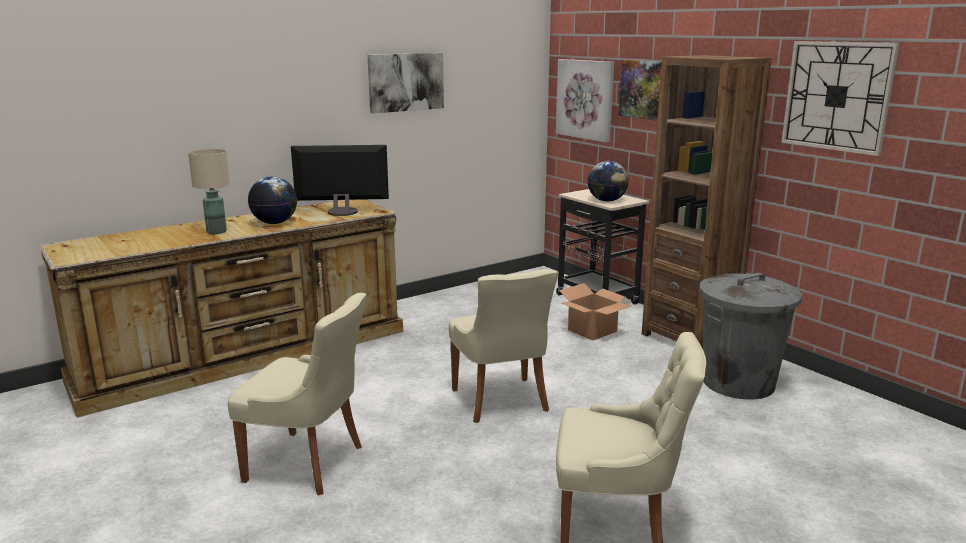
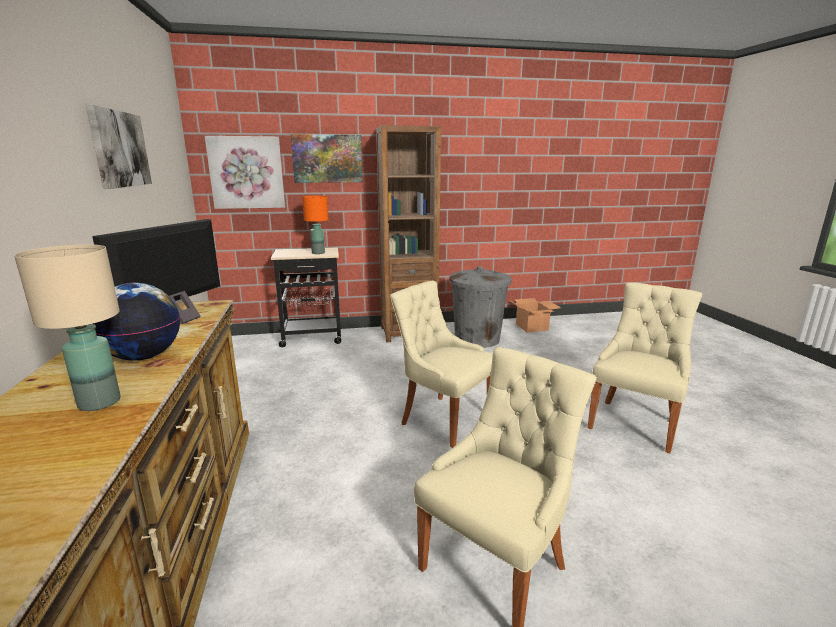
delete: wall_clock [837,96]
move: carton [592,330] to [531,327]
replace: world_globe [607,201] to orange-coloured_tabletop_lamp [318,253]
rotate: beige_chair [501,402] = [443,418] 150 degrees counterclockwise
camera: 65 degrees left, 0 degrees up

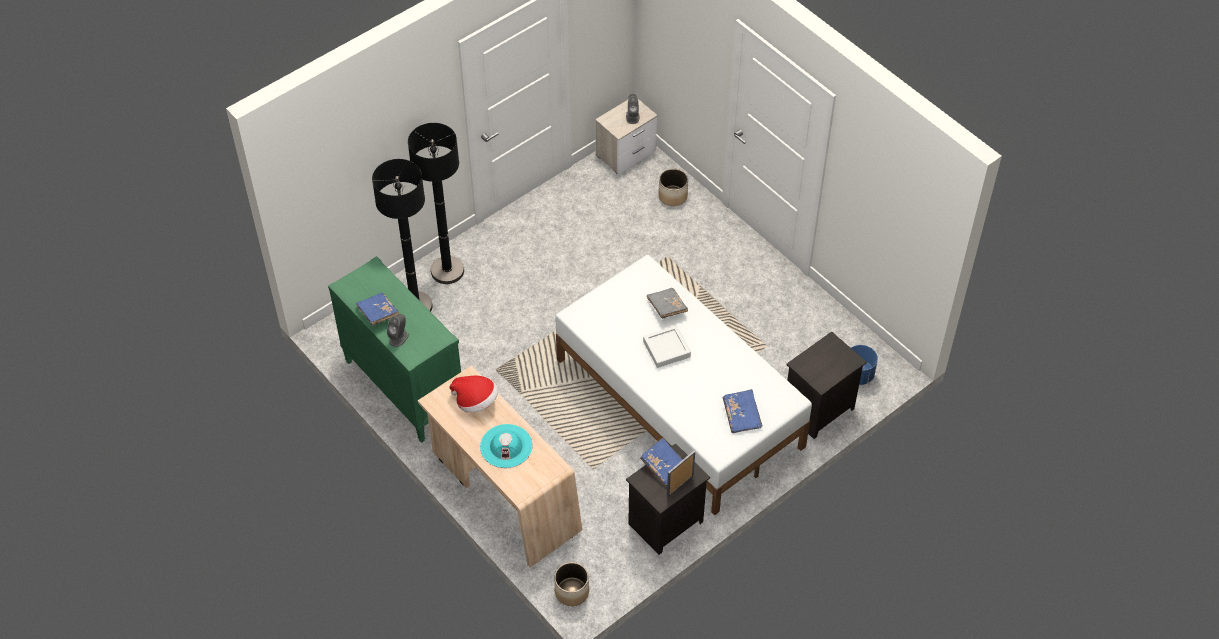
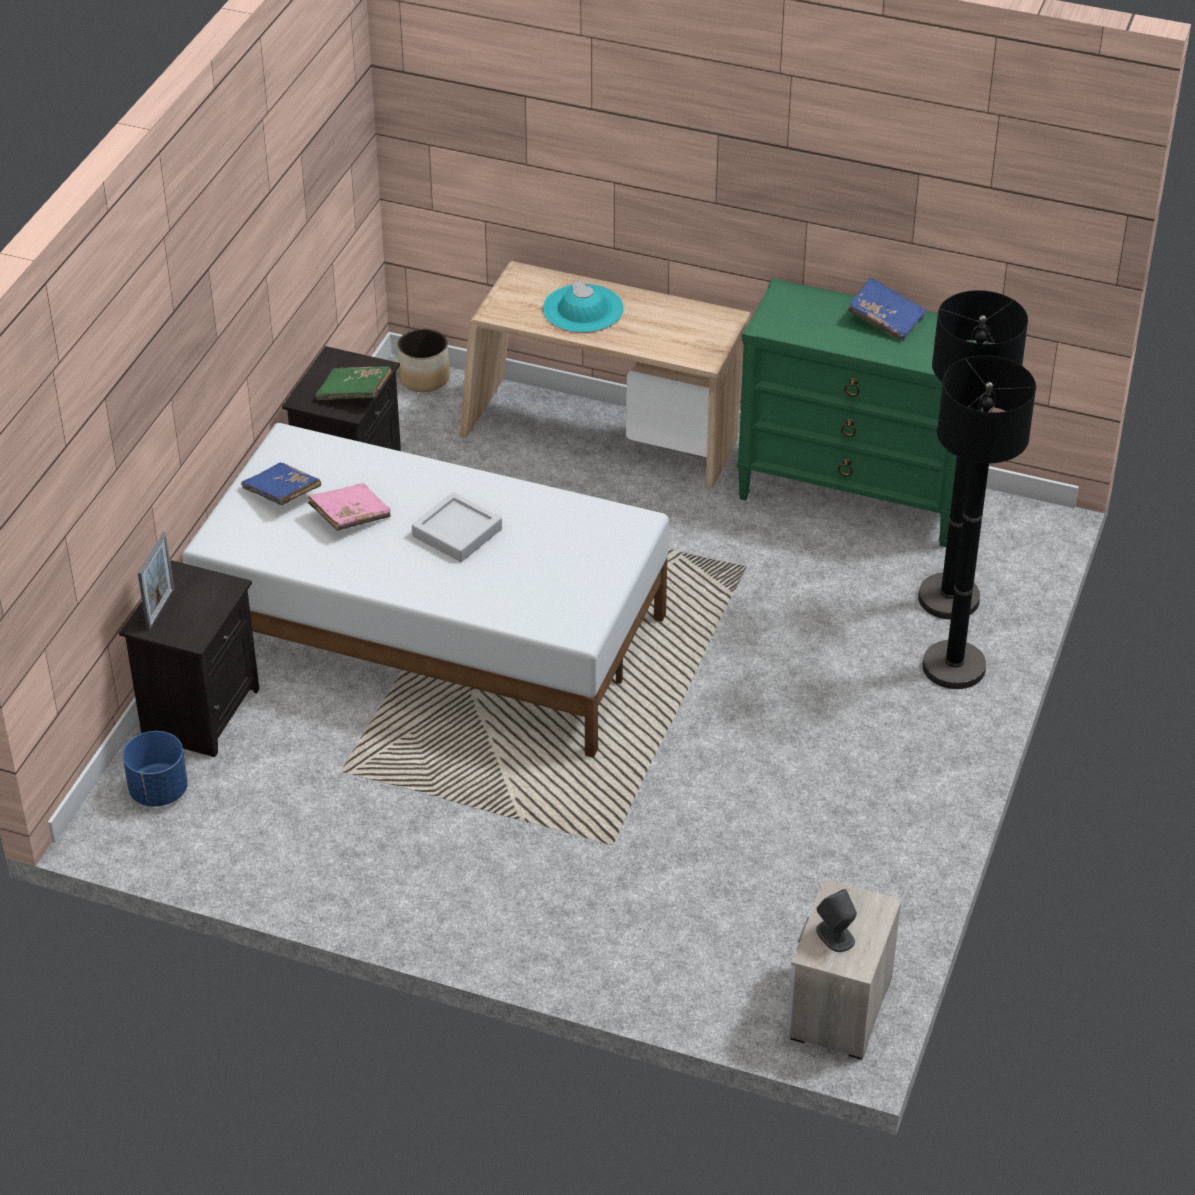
delete: flower_pot [673,196]; gray_volume [666,307]; gray_audio_speaker [399,337]; hat [476,401]
insert: pink-coloured_volume [350,516]
move: picture_frame [680,485] to [160,609]
recolor: blue-coloured_volume [664,466] to green_volume [354,393]
camera: 150 degrees right, 10 degrees down

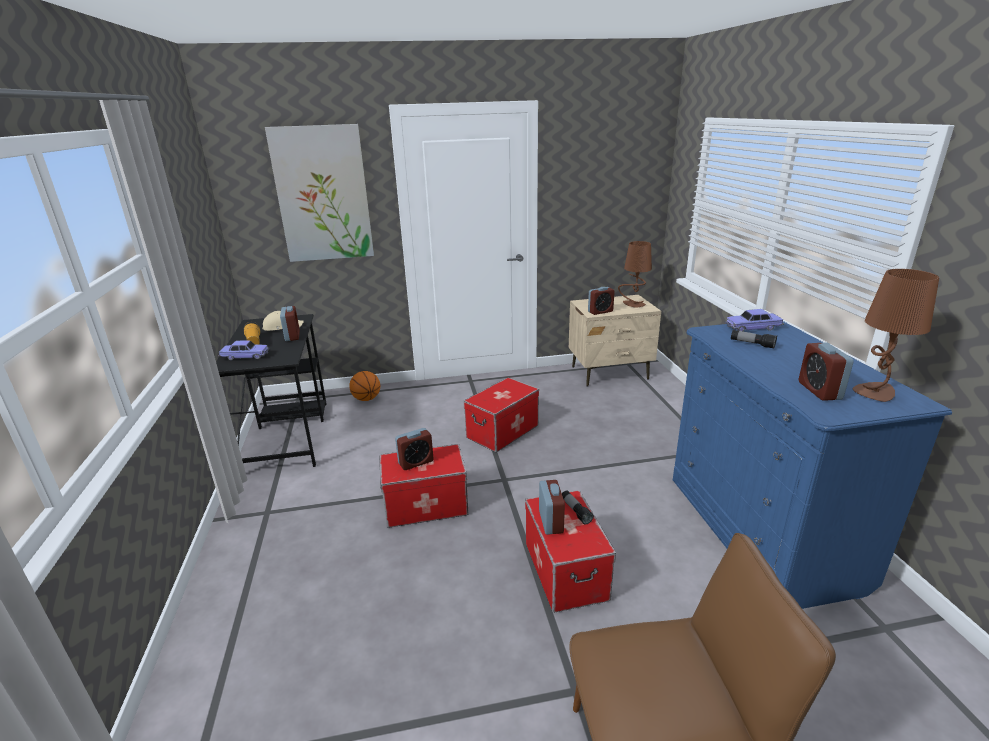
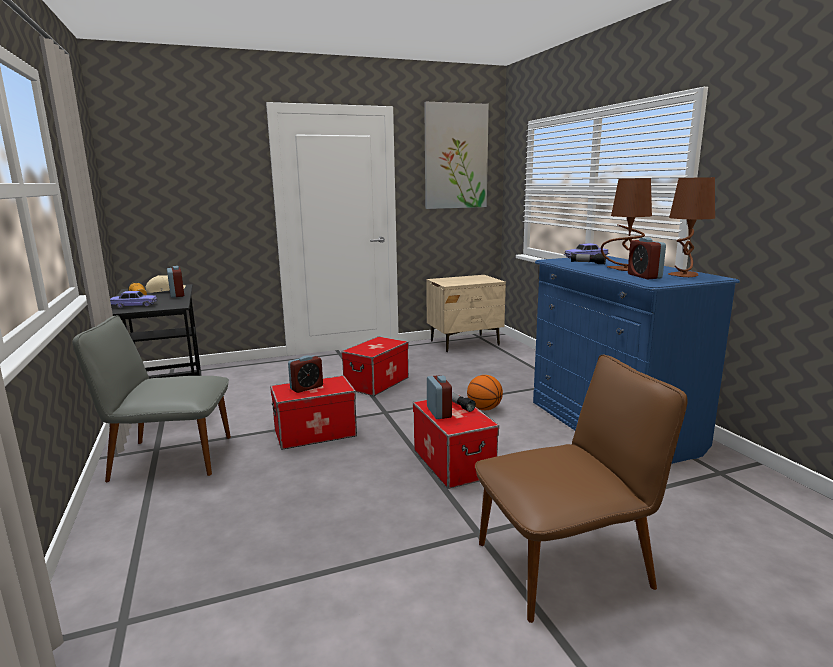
delete: alarm_clock [600,312]
insert: gray_chair [172,458]
move: wall_picture [323,194] to [455,156]; brown-coloured_tabletop_lamp [633,304] to [624,269]; basketball_ball [366,399] to [484,408]
camera: 10 degrees left, 10 degrees down

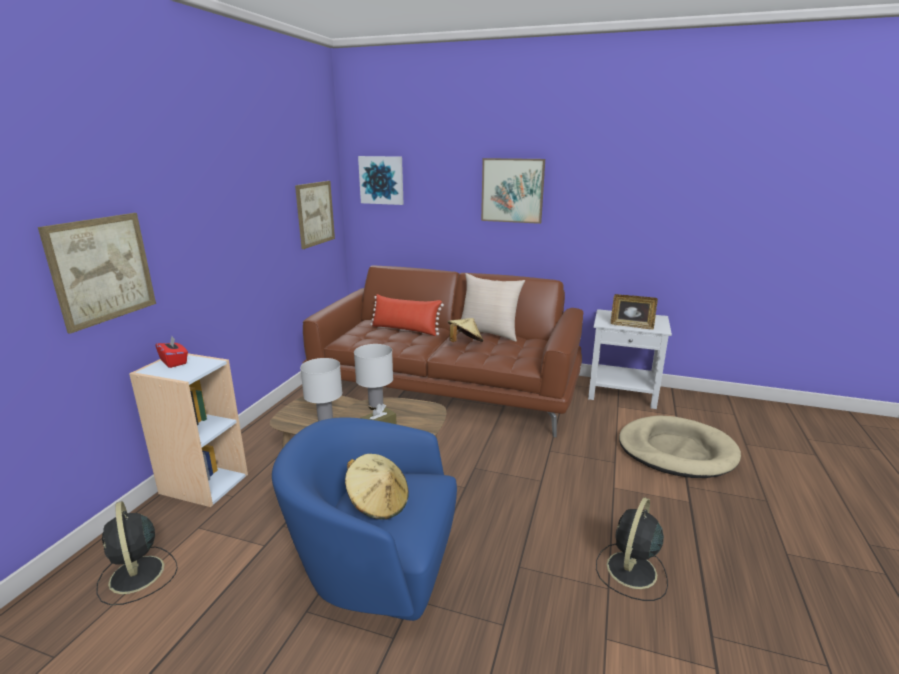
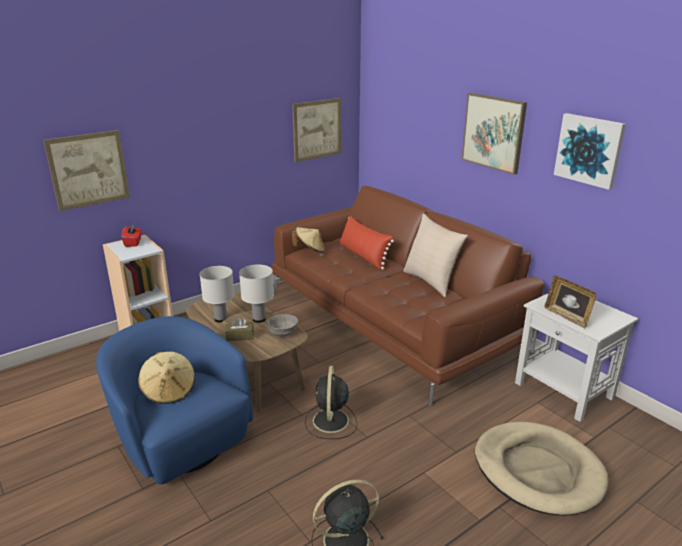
insert: gray_deep_dish [283,333]
move: wall_picture [381,180] to [589,150]; beige_hat [465,343] to [310,250]; black-coloured_cooling_fan [137,576] to [330,422]
camera: 35 degrees right, 5 degrees up

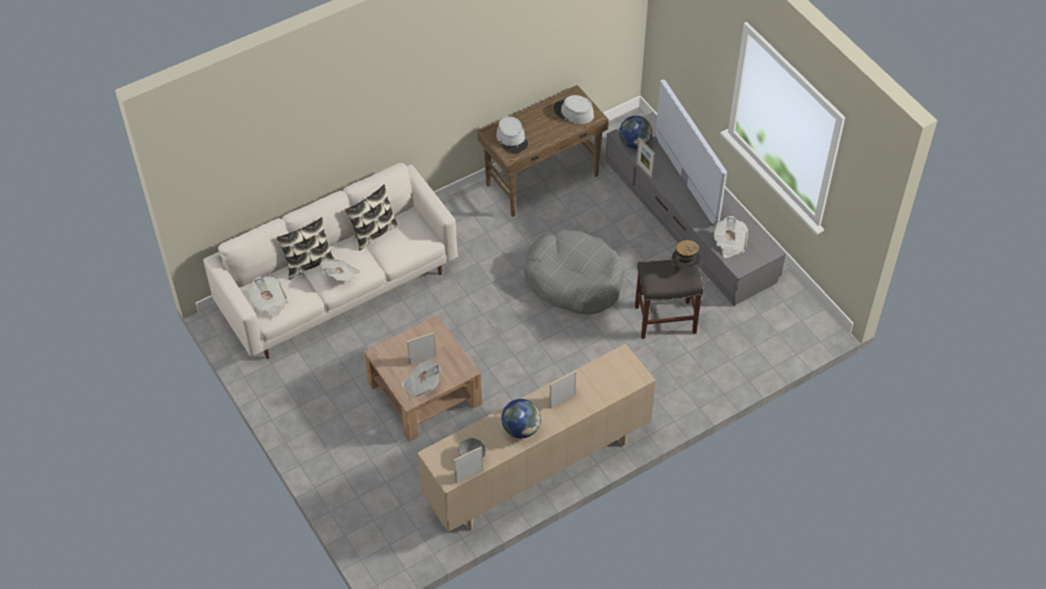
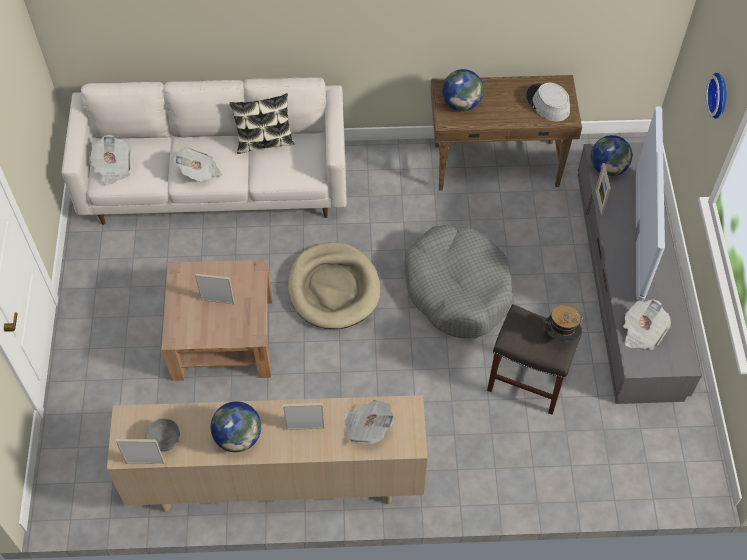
delete: cushion [308,263]
insert: wall_clock [720,95]; beige_pet_bed [334,288]
move: daily_paper [421,384] to [367,427]
replace: gray_hat [512,139] to world_globe [461,104]
camera: 30 degrees right, 5 degrees up

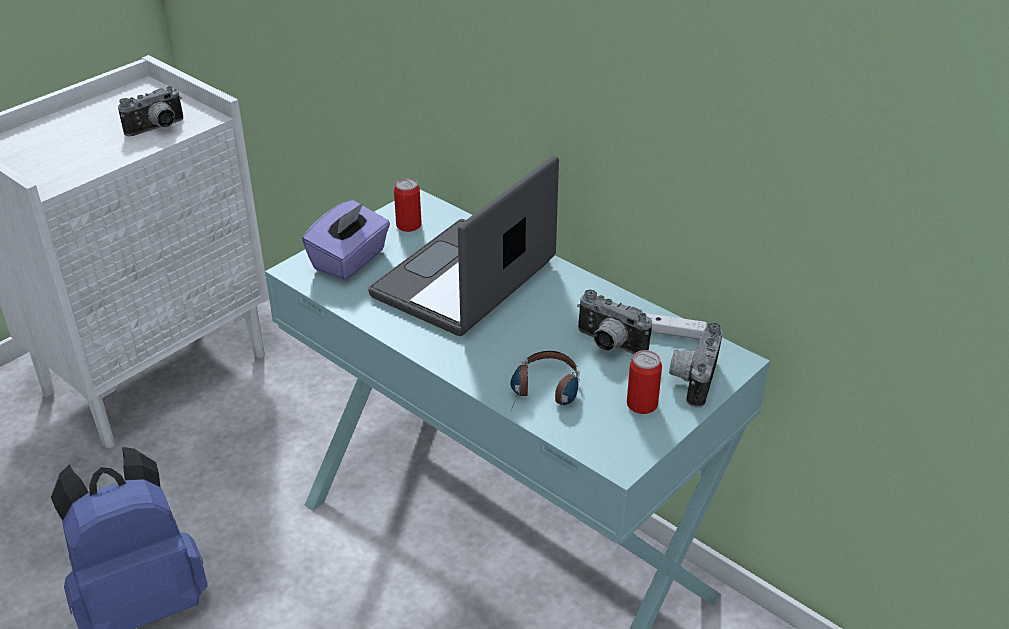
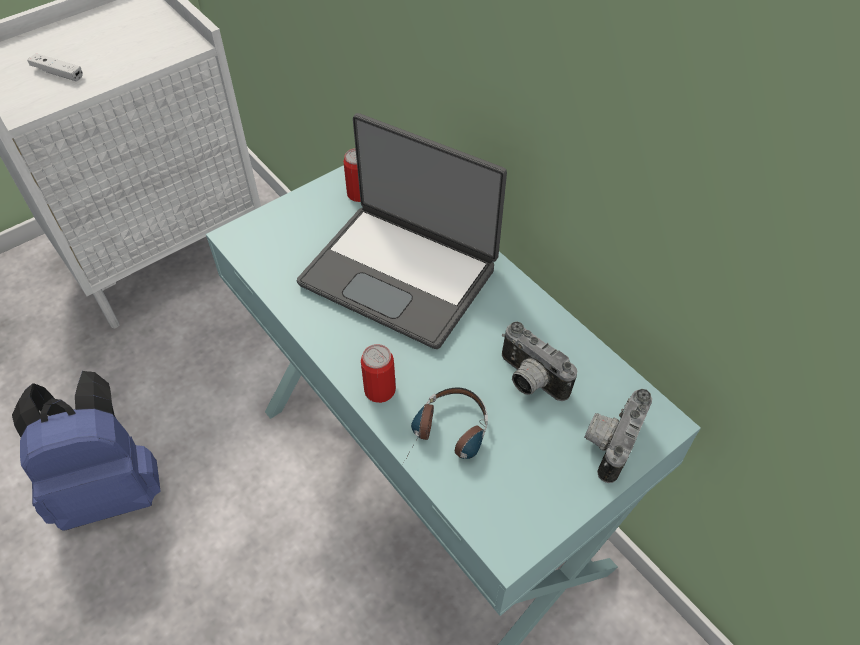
delete: still_camera [158,129]; purple-coloured_tissue_box [350,260]
move: white_game_controller [670,332] to [57,73]; can [642,404] to [379,390]
rotate: notebook_computer [466,281] = [400,274] 105 degrees counterclockwise
camera: 10 degrees right, 15 degrees up

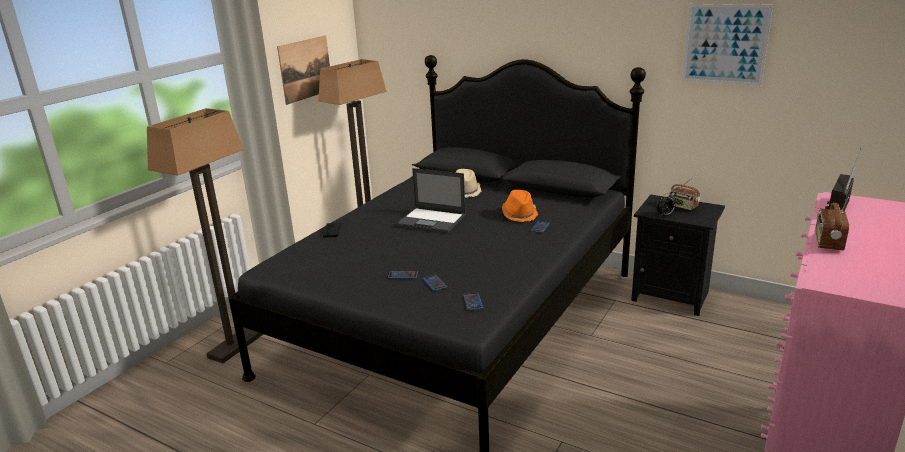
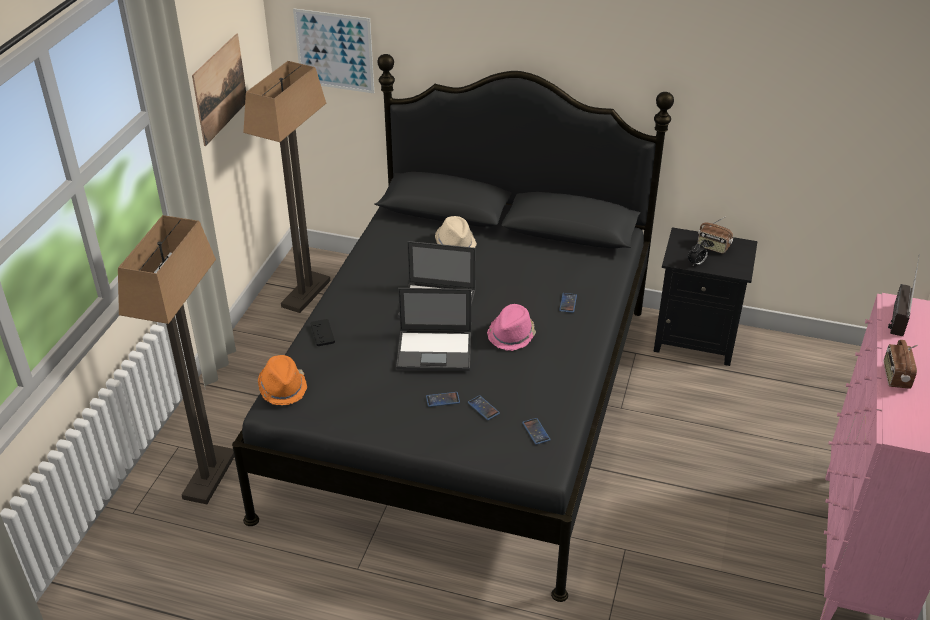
insert: notebook_computer [435,350]; pink-coloured_hat [512,335]
move: wall_picture [725,44] to [334,51]; orange-coloured_hat [519,214] to [283,387]
camera: 15 degrees left, 15 degrees up

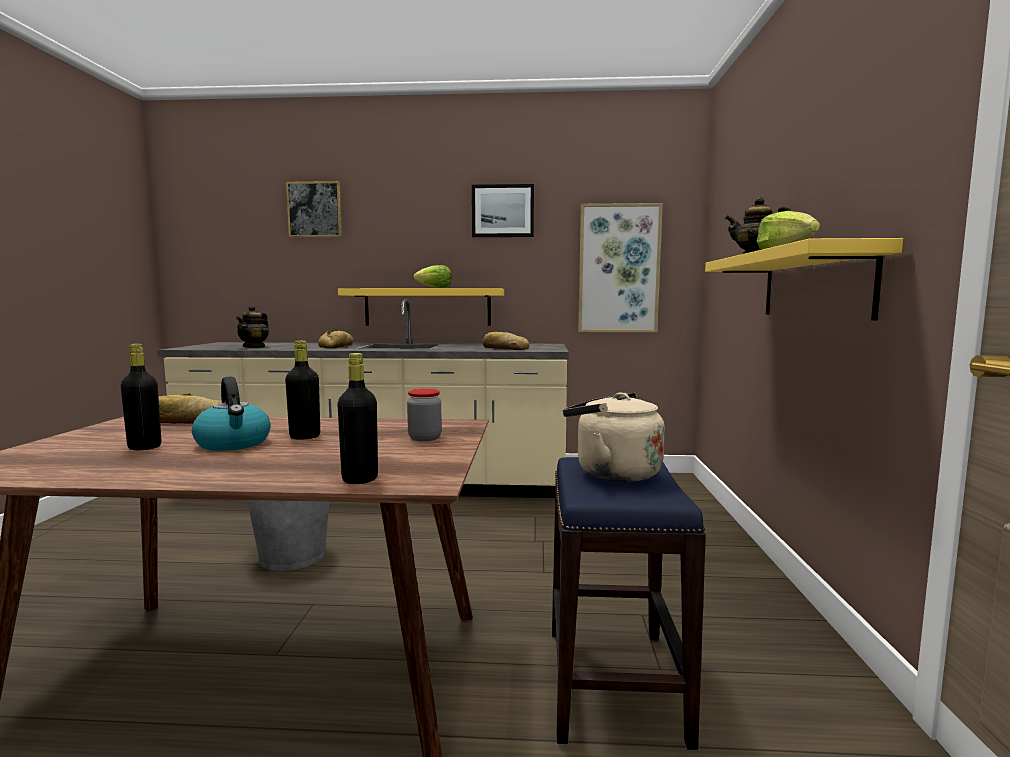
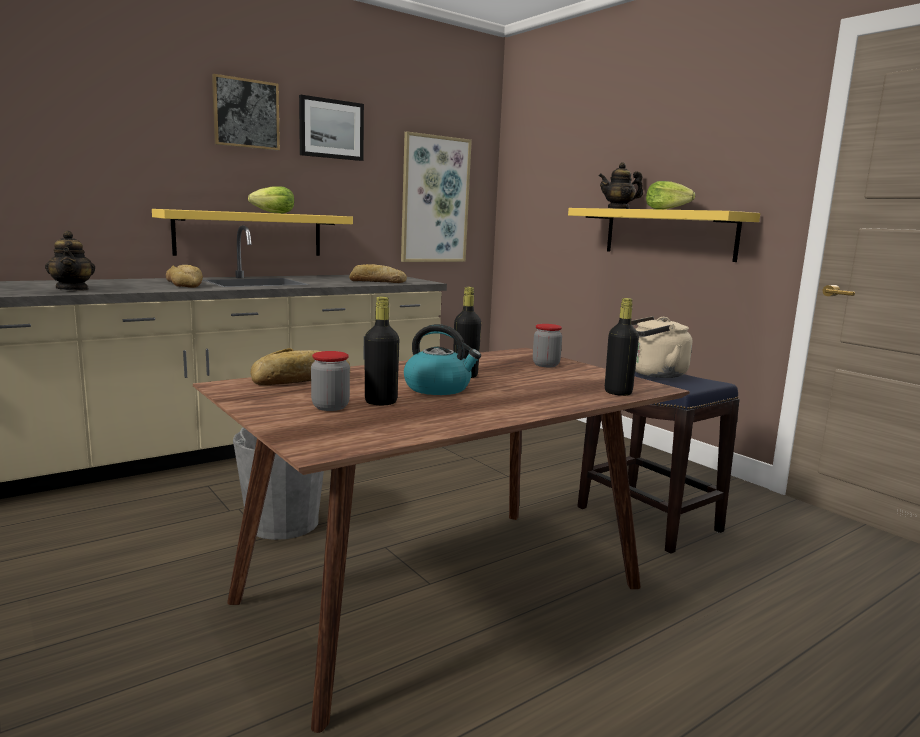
insert: jar [330,407]
move: wall_picture [315,209] to [246,113]
camera: 40 degrees left, 5 degrees up

